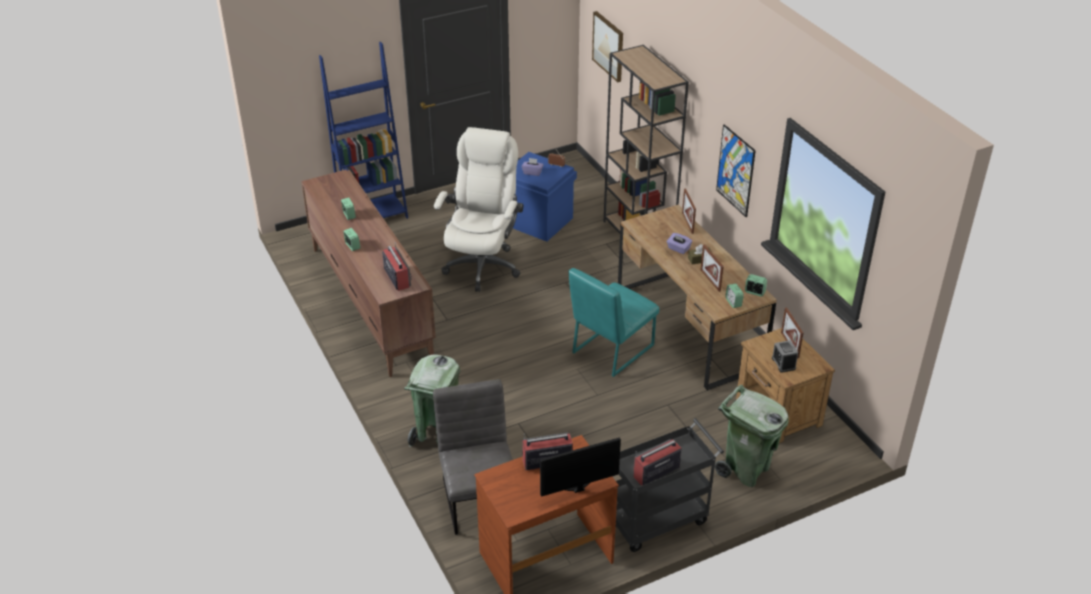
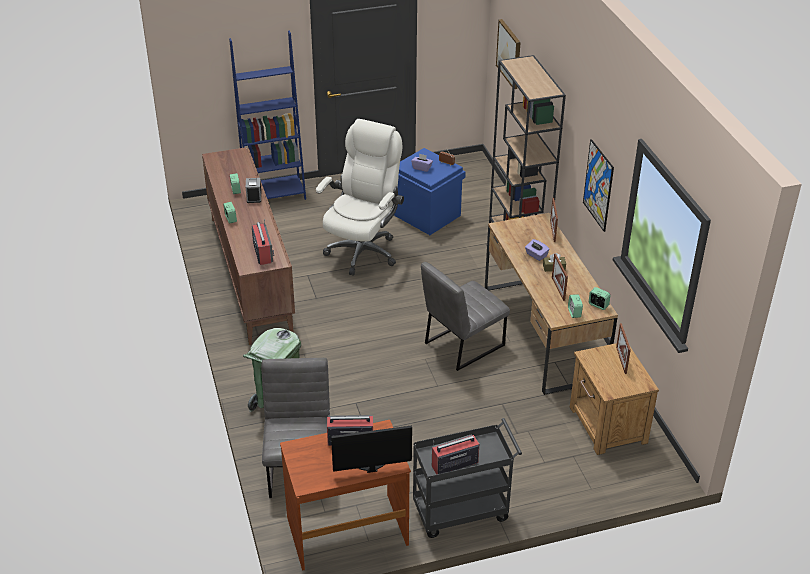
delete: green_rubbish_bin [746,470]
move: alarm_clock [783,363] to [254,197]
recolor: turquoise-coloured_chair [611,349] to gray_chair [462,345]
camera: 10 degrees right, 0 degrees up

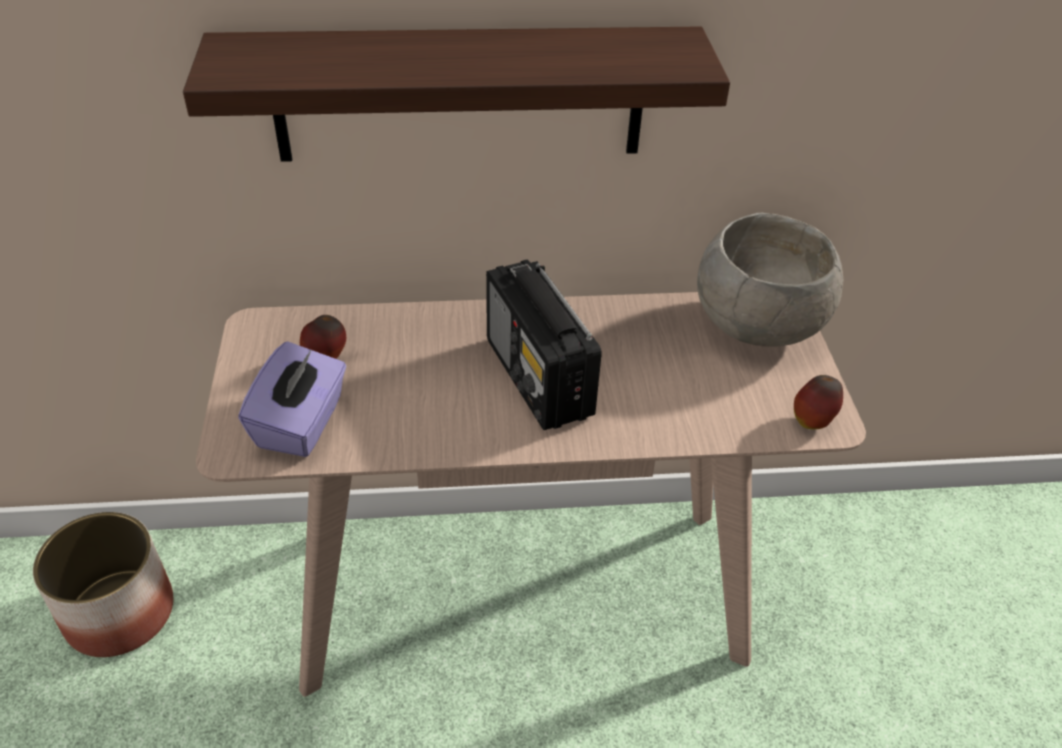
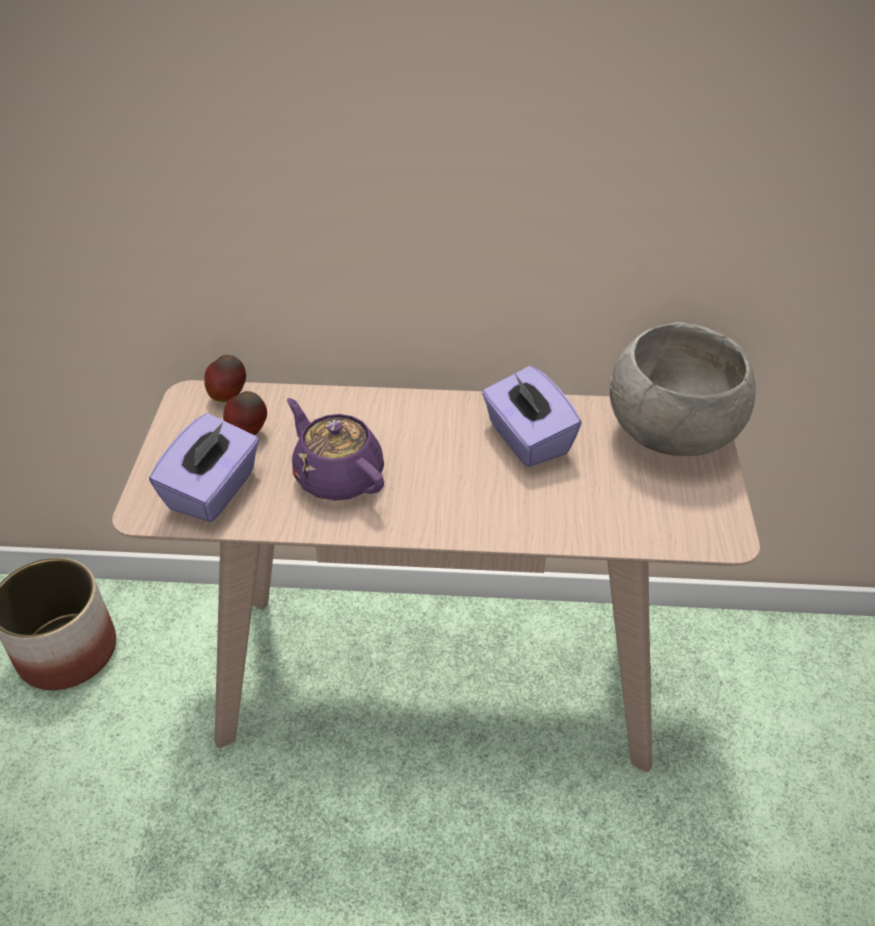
delete: shelf [460,95]; radio_set [539,379]
insert: purple-coloured_tissue_box [527,439]; purple-coloured_pot_for_tea [338,476]
move: whole_apple [812,422] to [229,397]
camera: 10 degrees right, 0 degrees up

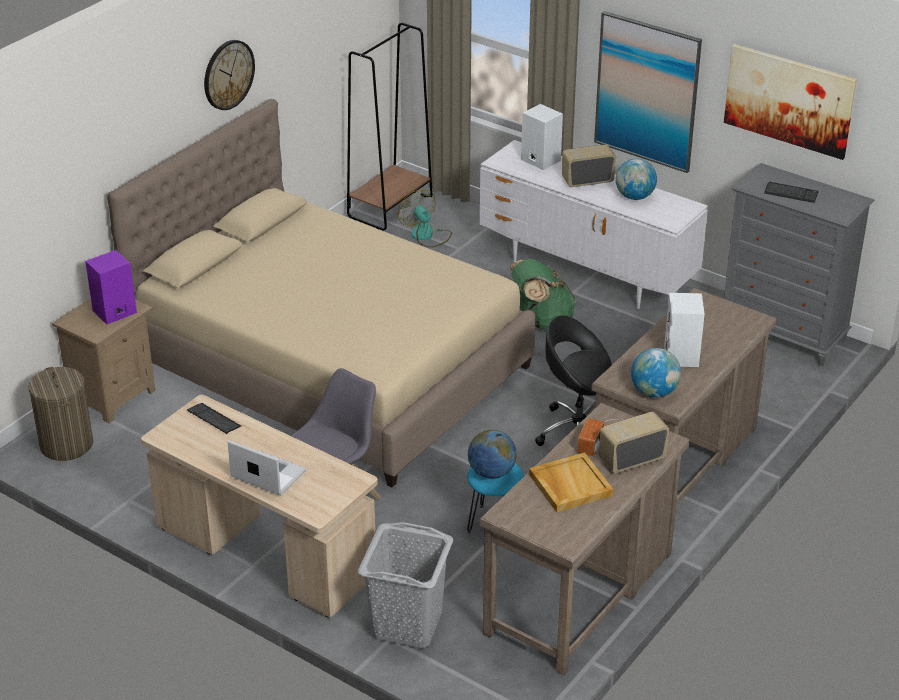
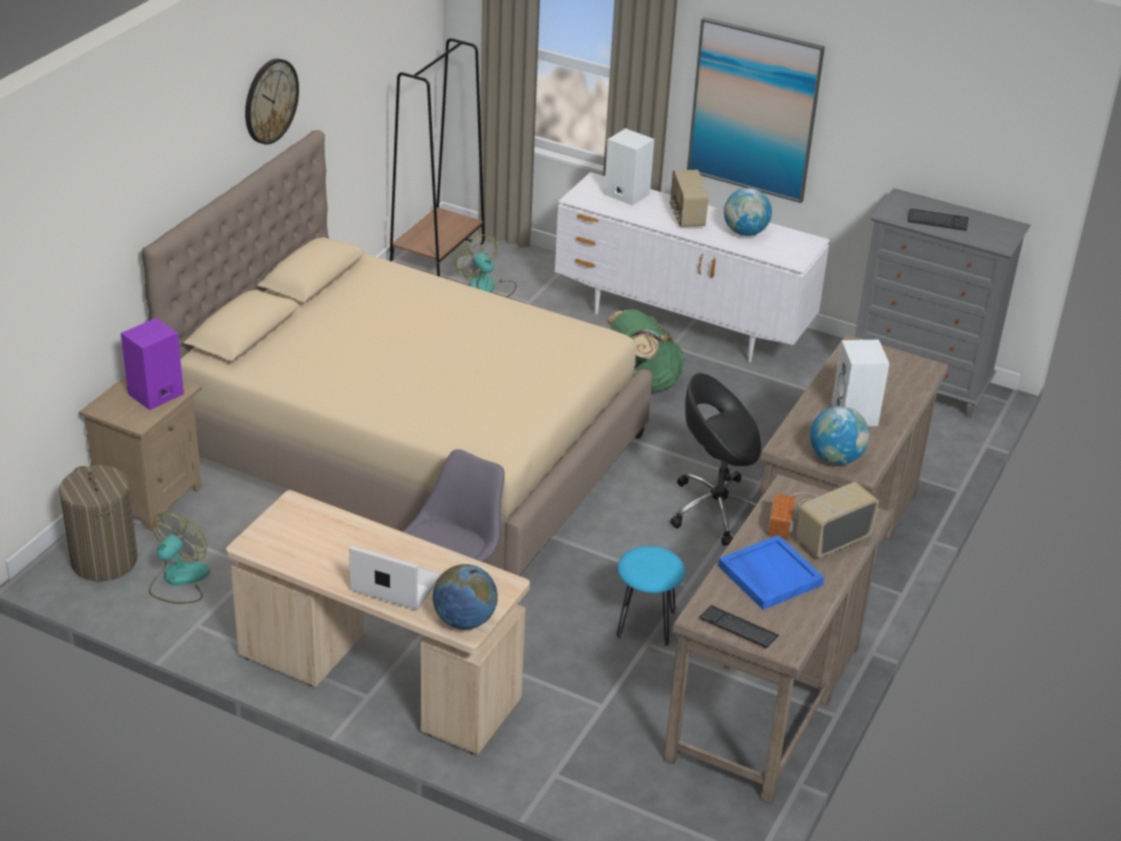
delete: wall_picture [789,100]; gray_washing_basket [406,625]
insert: cooling_fan [178,580]
move: PC_keyboard [214,419] to [738,628]; world_globe [491,473] to [464,621]
recolor: beige_tray [569,485] to blue-coloured_tray [769,575]
rotate: radio_set [587,181] = [686,216] 75 degrees counterclockwise
camera: 10 degrees left, 0 degrees up

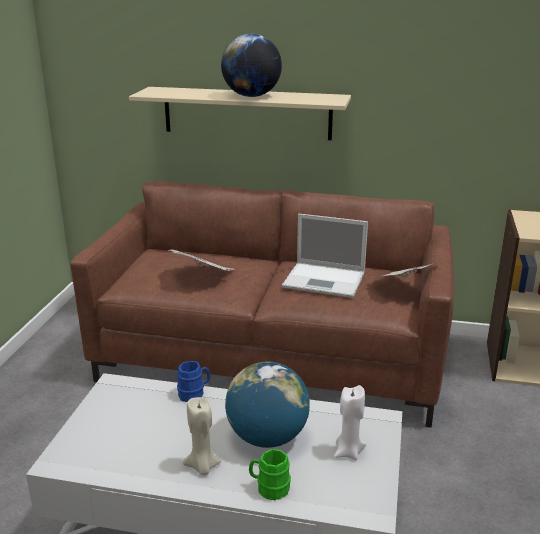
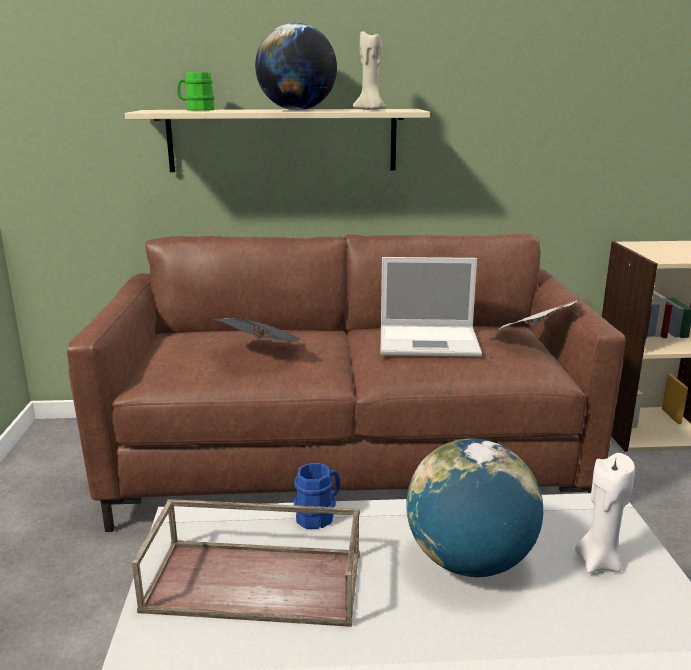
insert: brown-coloured_tray [257,580]
move: beige_wax_light [202,467] to [370,110]; green_coffee_mug [269,488] to [196,110]
camera: 15 degrees left, 5 degrees down

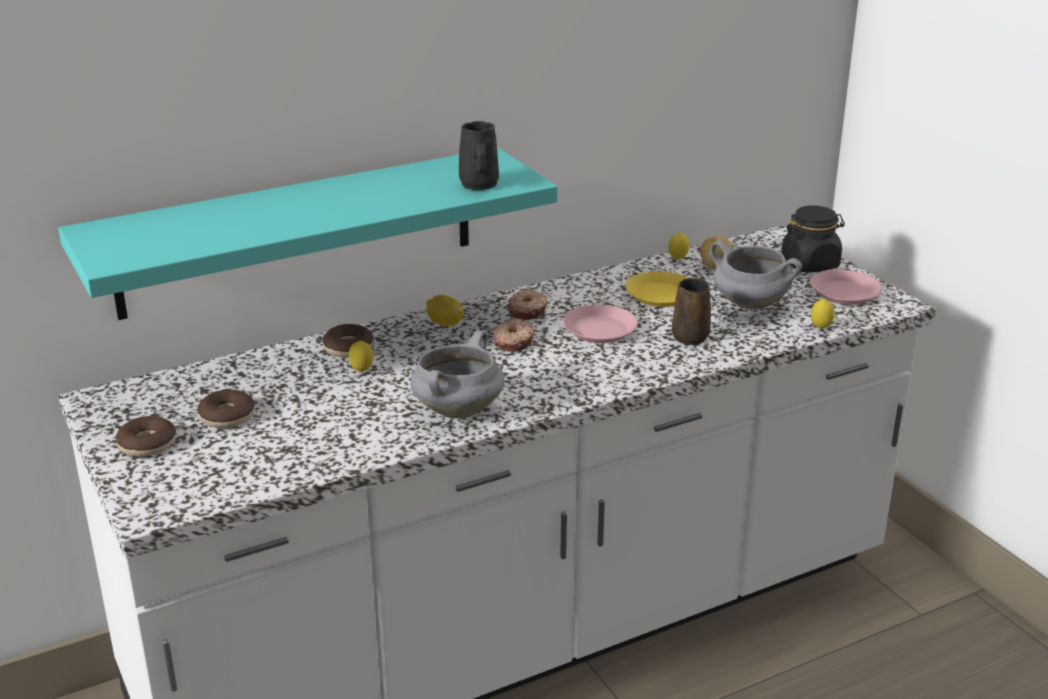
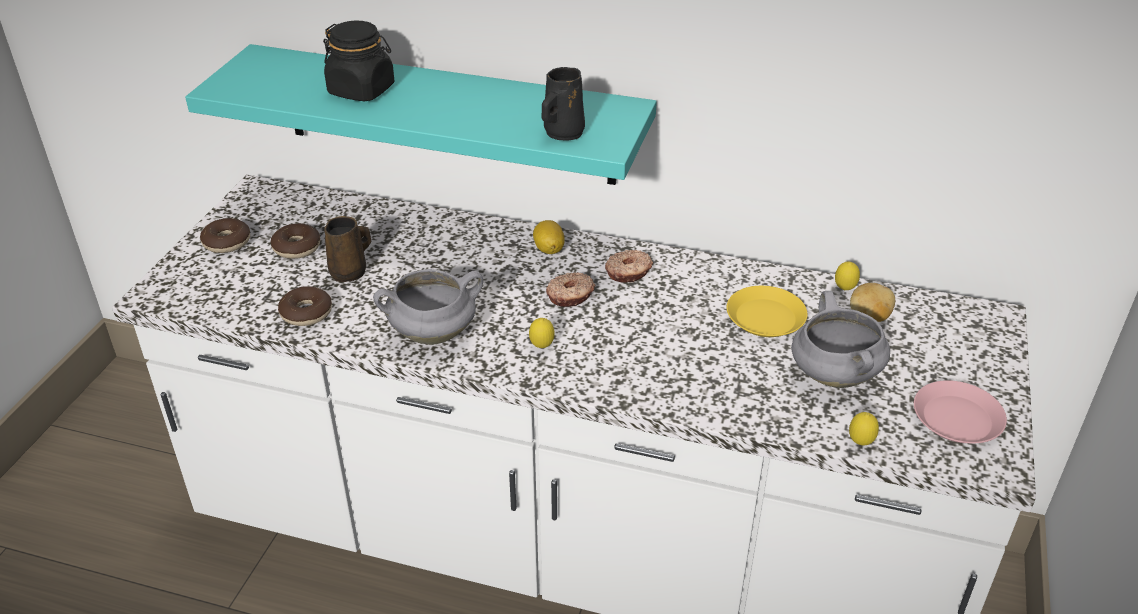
delete: pink-coloured_flat_dish [600,330]
move: black-coloured_jar [810,264] to [362,90]; brown-coloured_coffee_mug [690,336] to [350,272]; doughnut [348,348] to [306,313]; citrus_fruit [362,372] to [542,347]
camera: 45 degrees right, 10 degrees up

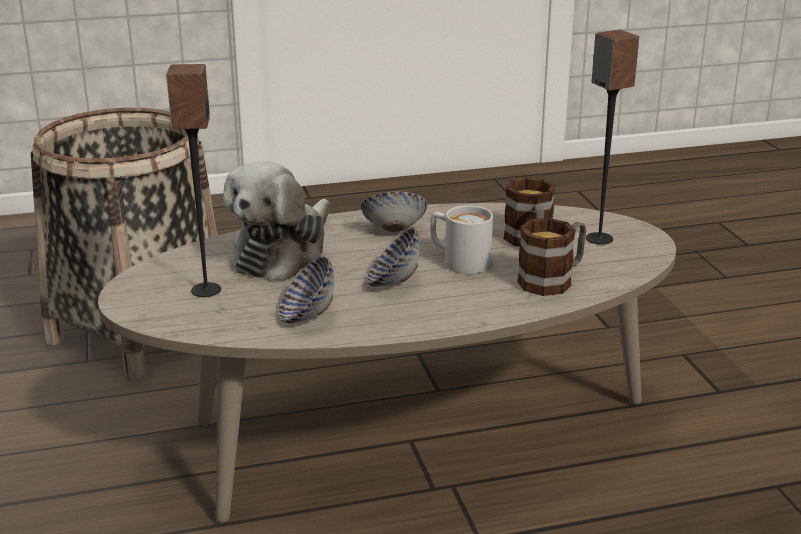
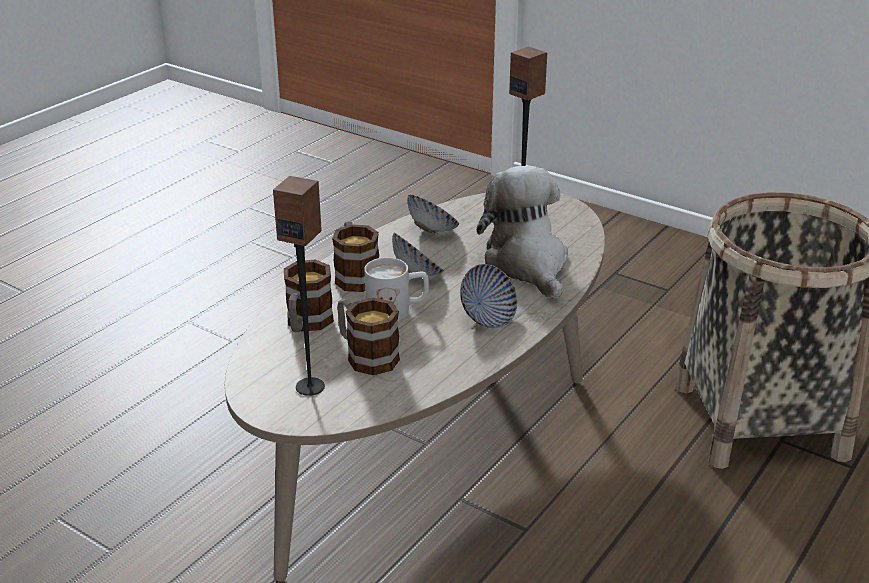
insert: coffee_mug [355,275]
camera: 140 degrees right, 5 degrees up

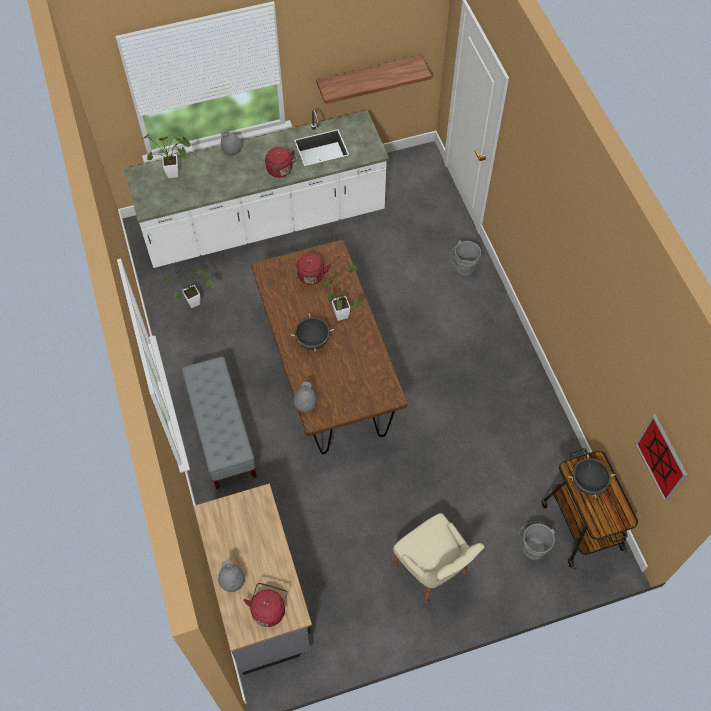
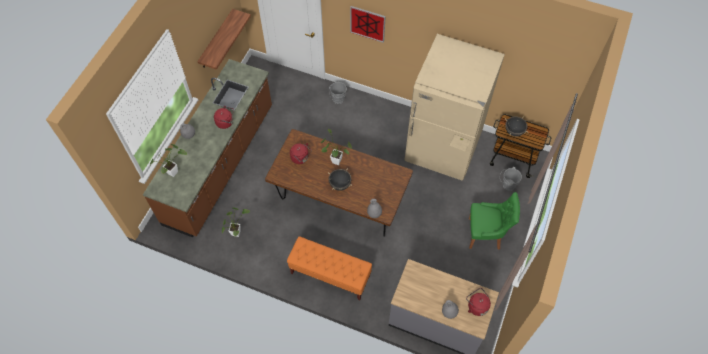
insert: beige_refrigerator [443,146]
move: wall_picture [661,458] to [367,23]
recolor: white_counter [264,223] to brown-coloured_counter [220,164]; gray_indoor_bench [222,433] to orange-coloured_indoor_bench [330,275]; beige_chair [433,570] to green_chair [485,234]
camera: 50 degrees left, 0 degrees up

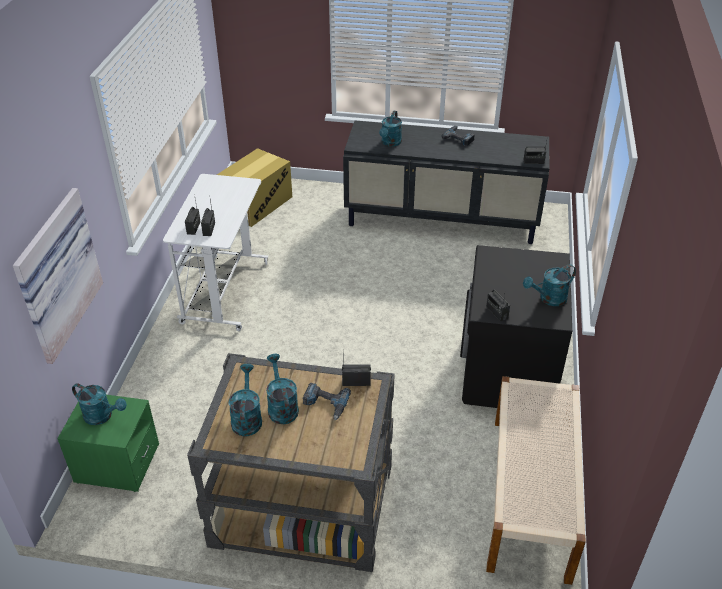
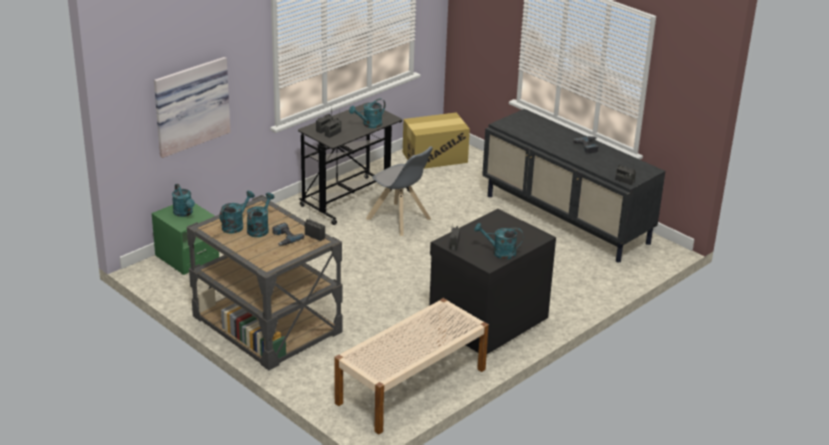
insert: gray_chair [400,220]
move: turquoise-coloured_sprinkling_can [390,143] to [369,125]
recolor: white_desk [225,292] to black-coloured_desk [350,200]
camera: 35 degrees right, 10 degrees down

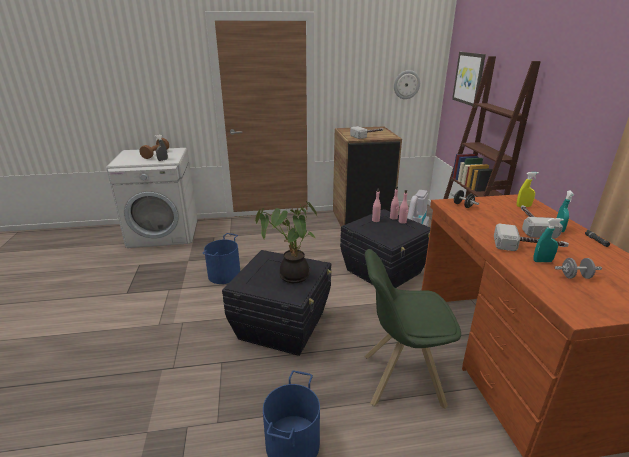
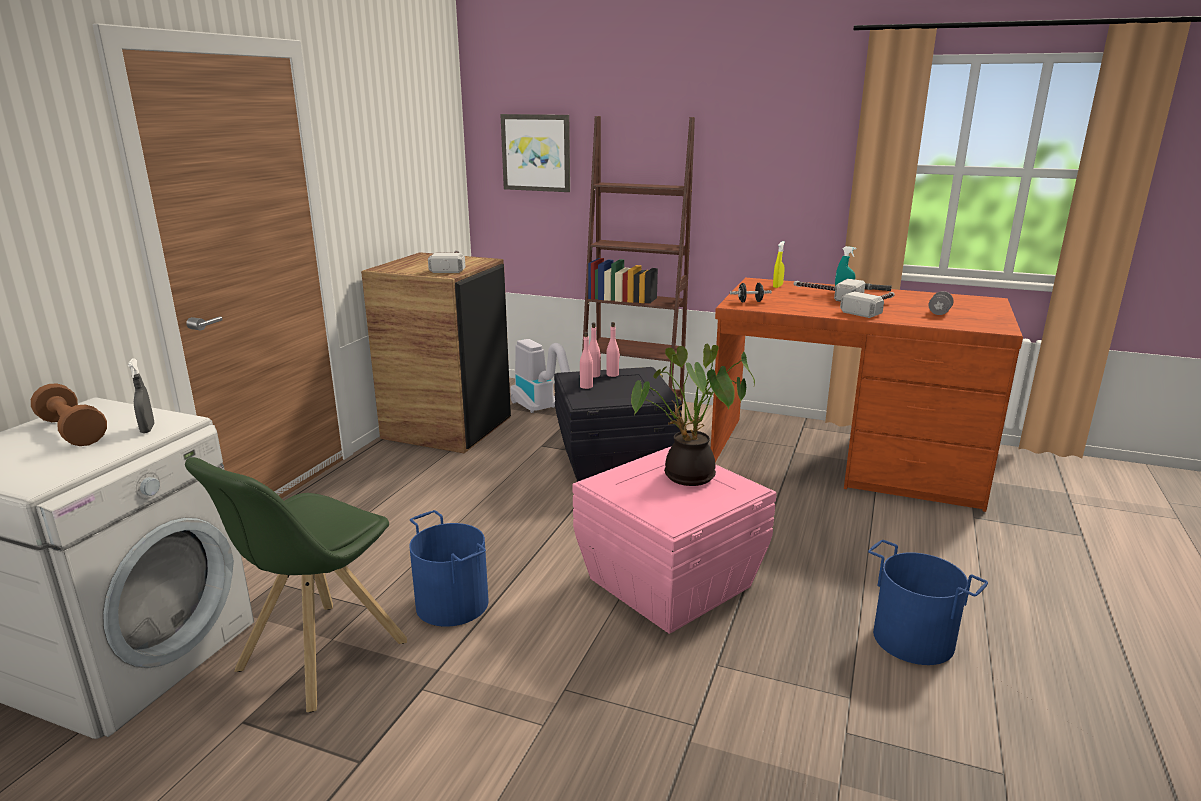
delete: wall_clock [406,84]; turquoise-coloured_sprayer [542,261]
move: green_chair [401,379] to [320,655]
recolor: black-coloured_storage_bin [282,325] to pink-coloured_storage_bin [669,581]
camera: 60 degrees left, 5 degrees down

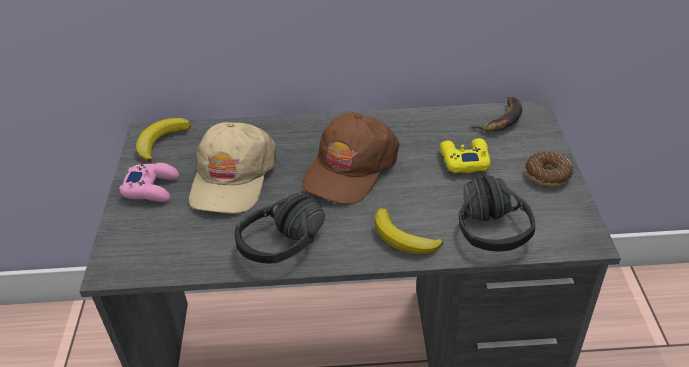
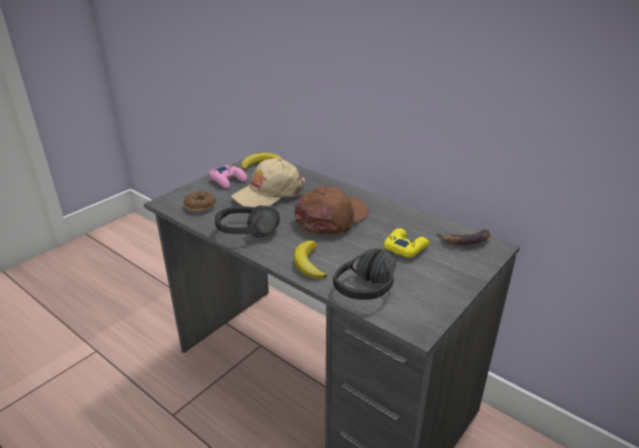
move: doughnut [547,175] to [200,206]
rotate: brown-coloured_cap [350,168] = [332,218] 150 degrees clockwise
camera: 40 degrees right, 10 degrees down

